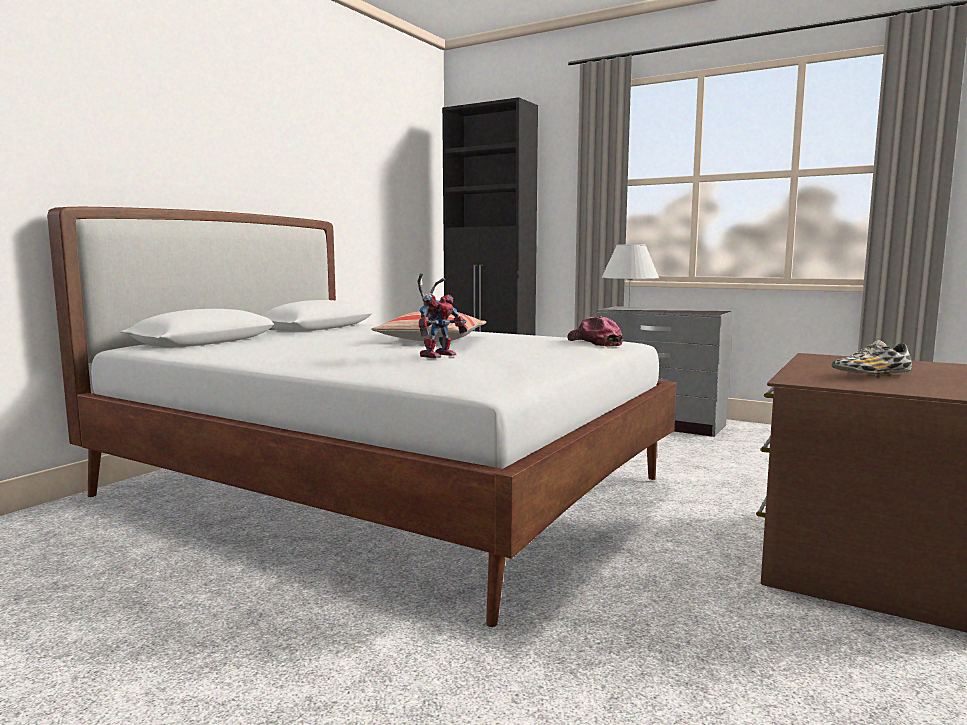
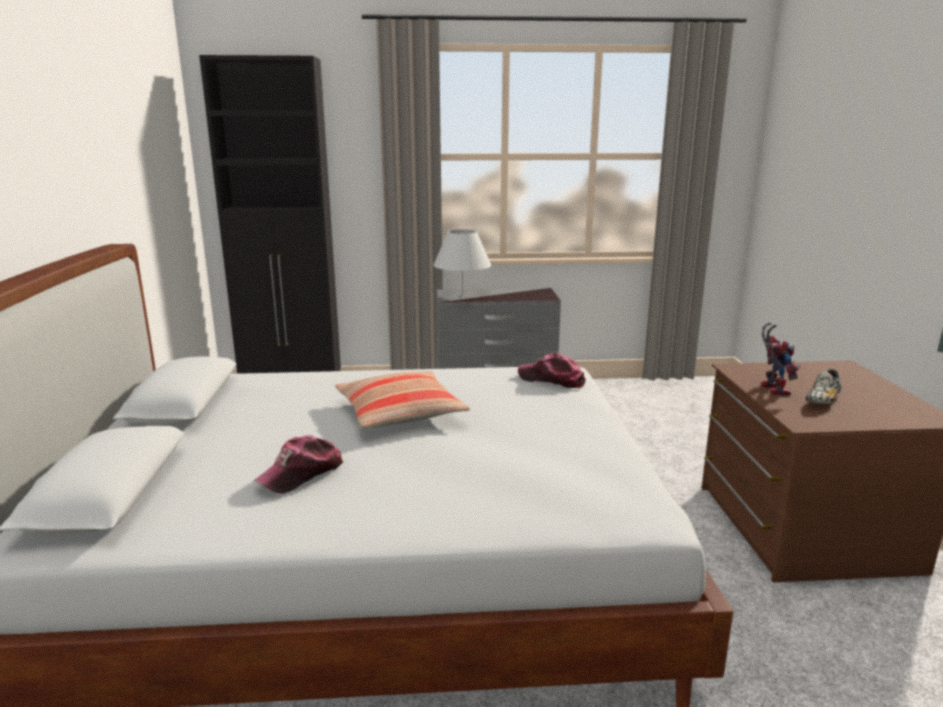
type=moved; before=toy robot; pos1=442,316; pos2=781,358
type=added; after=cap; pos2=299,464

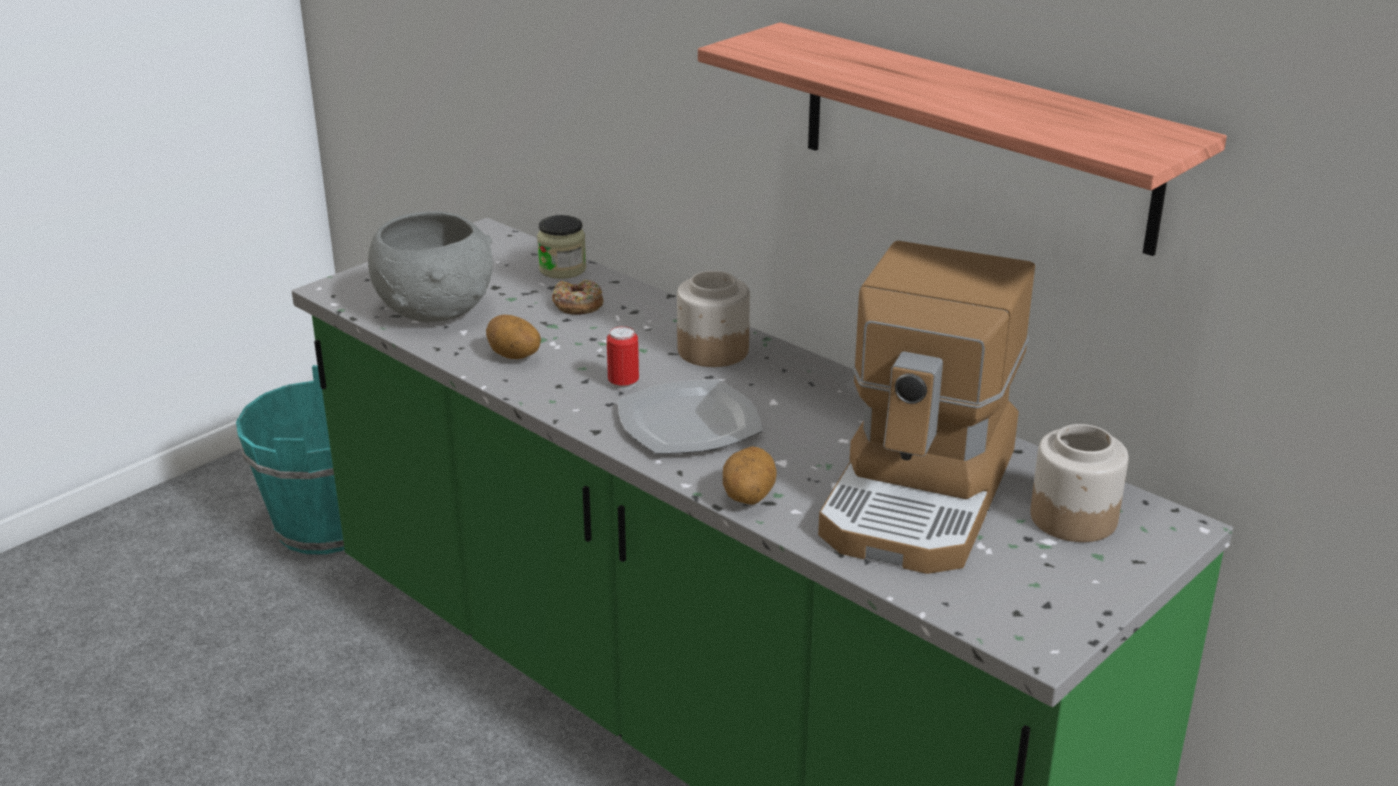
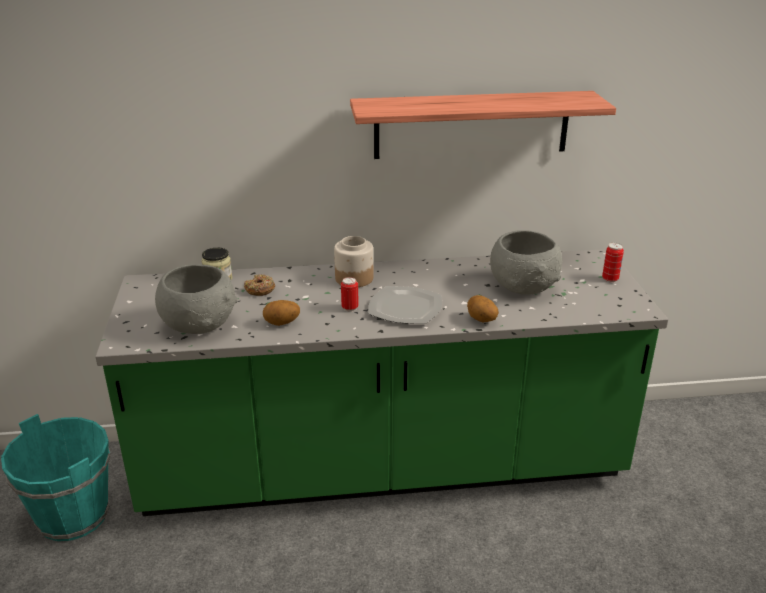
type=replaced; before=coffee machine; after=grey bowl; pos1=926,407; pos2=526,262
type=removed; before=jar; pos1=1079,483
type=added; after=can; pos2=613,262

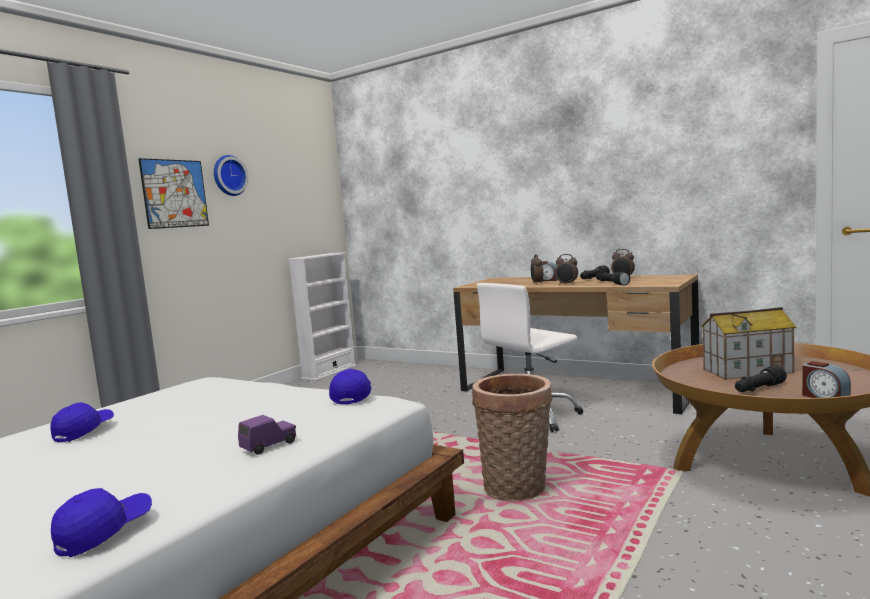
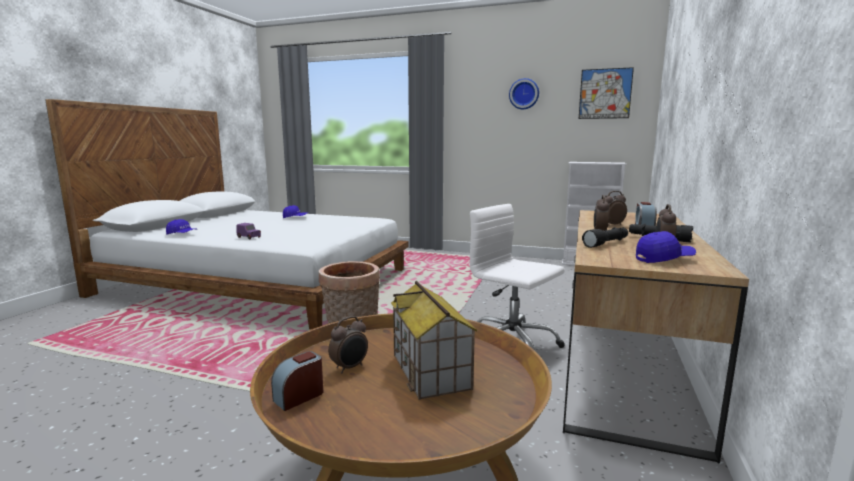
type=moved; before=picture; pos1=173,193; pos2=606,93
type=replaced; before=black flashlight; after=alarm clock; pos1=761,378; pos2=348,344
type=moved; before=blue cap; pos1=350,386; pos2=666,247

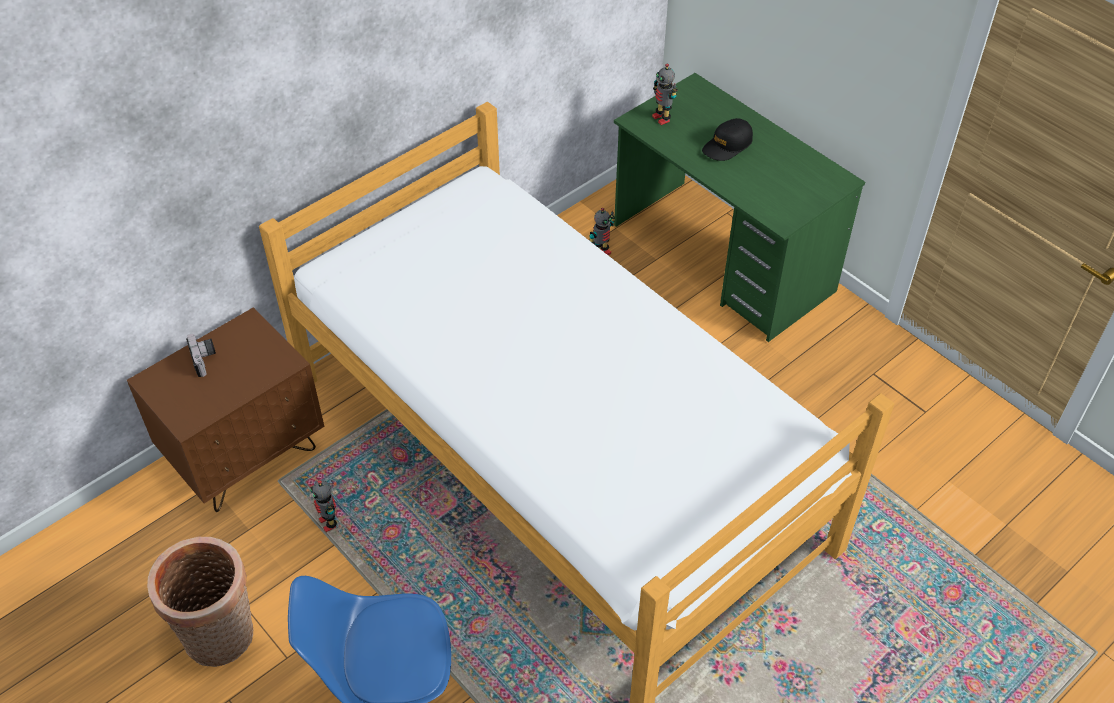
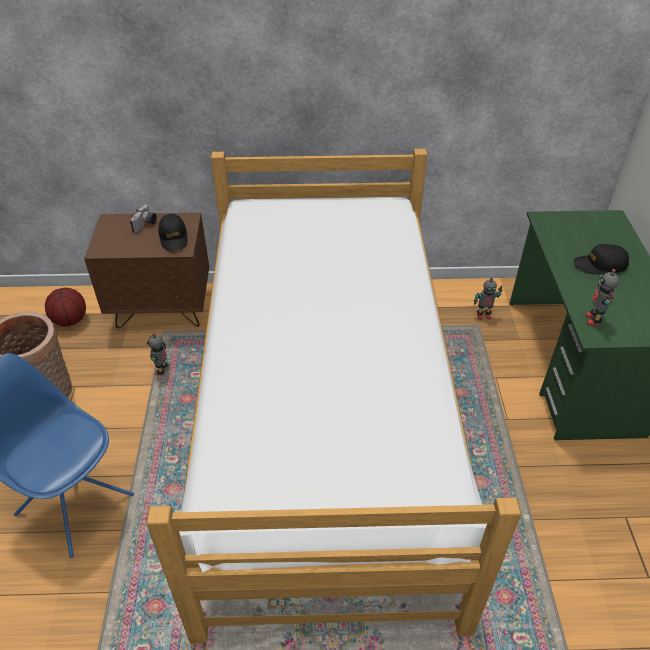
type=moved; before=toy robot; pos1=665,94; pos2=602,297
type=added; after=black cap; pos2=173,232
type=added; after=basketball; pos2=65,307

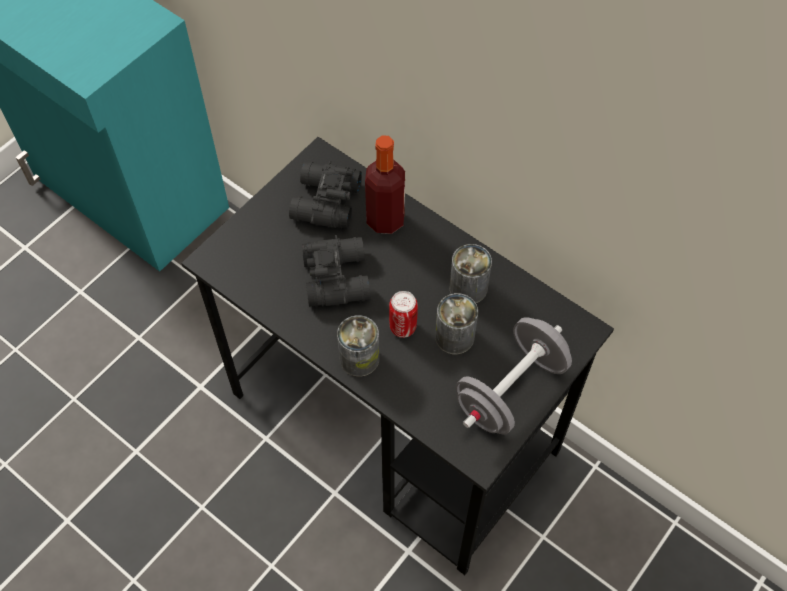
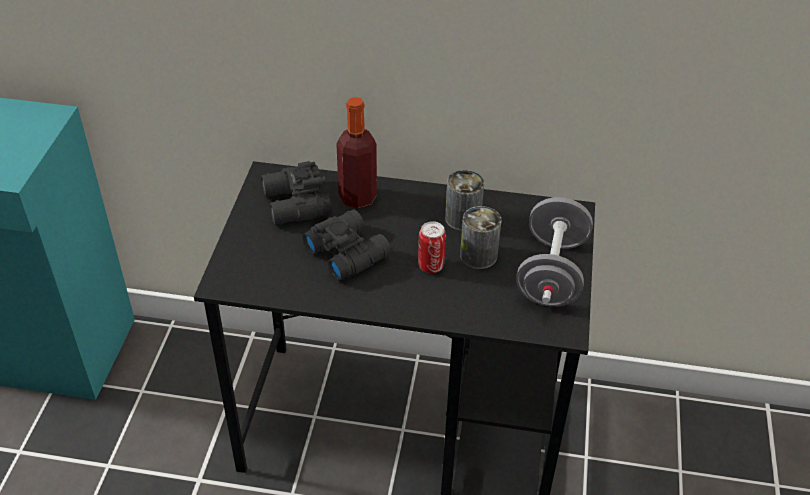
type=removed; before=can; pos1=358,346

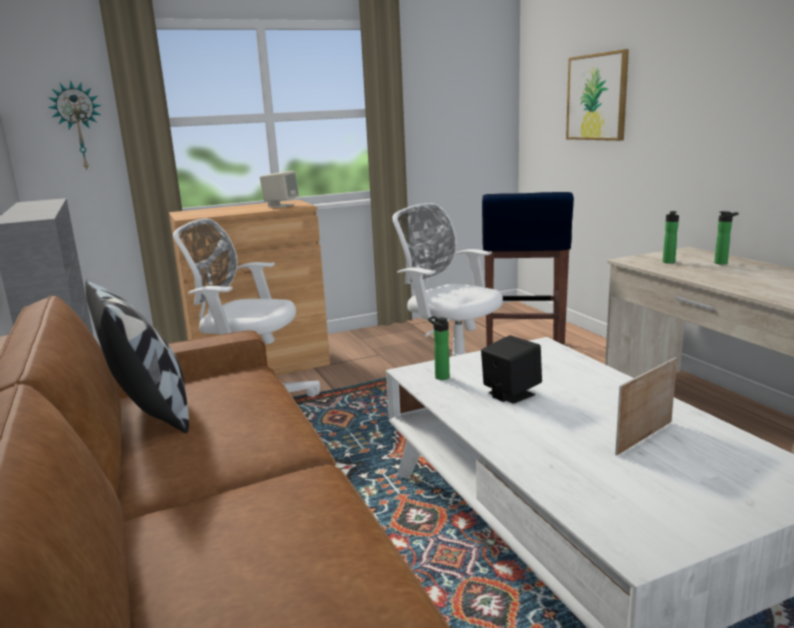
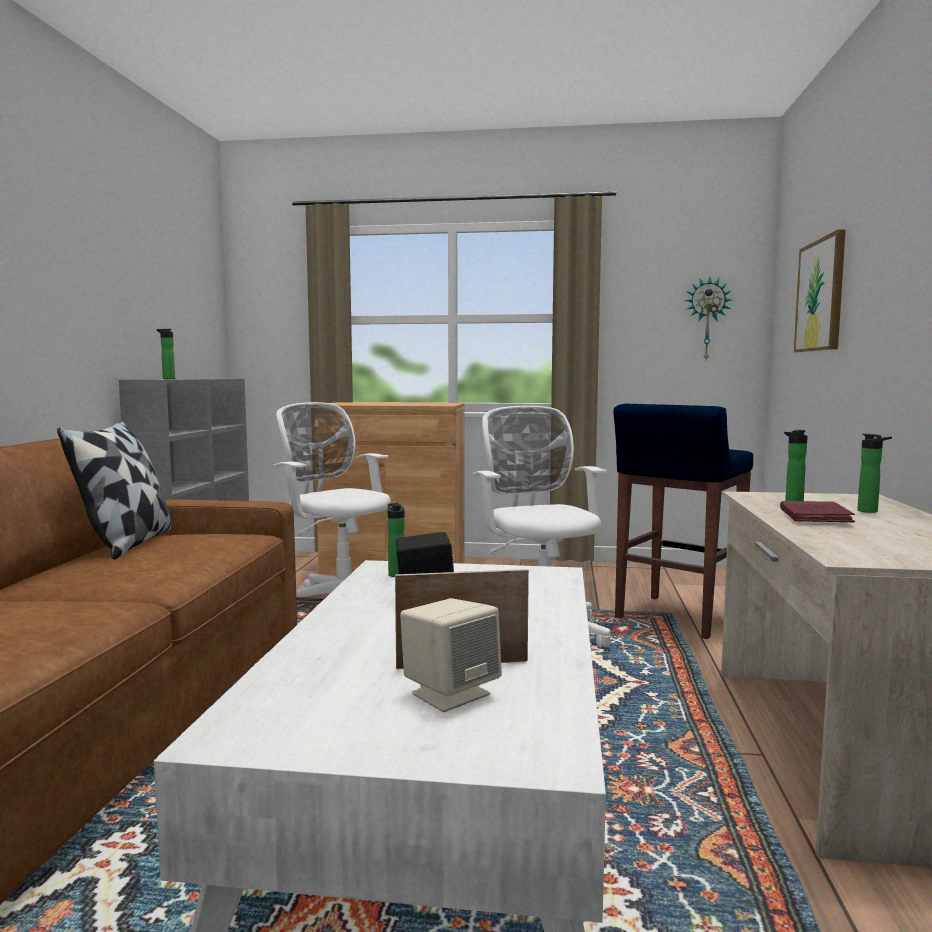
type=moved; before=wall clock; pos1=74,125; pos2=708,318
type=moved; before=beige speaker; pos1=279,189; pos2=451,655
type=added; after=bottle; pos2=166,354
type=added; after=red book; pos2=817,511

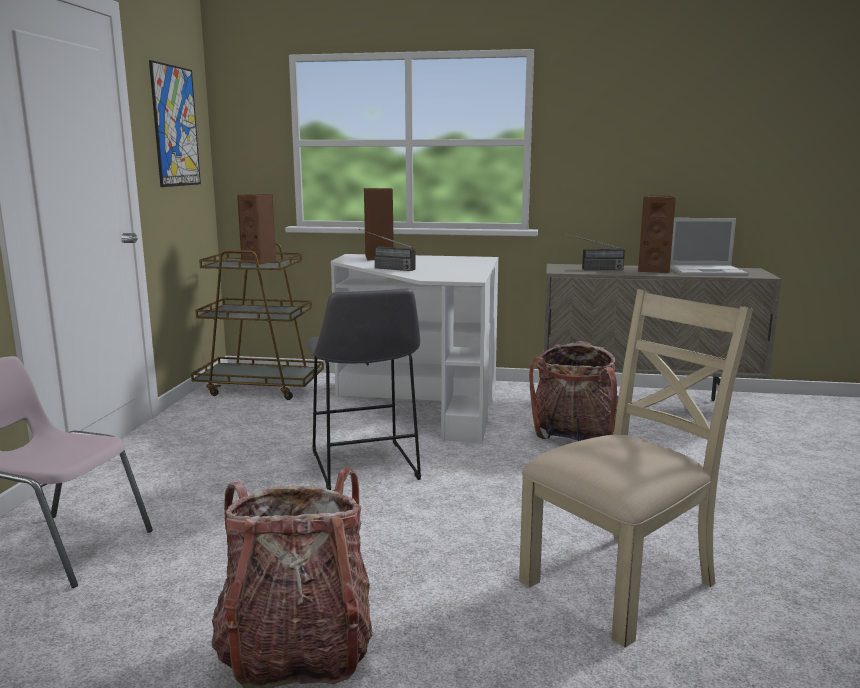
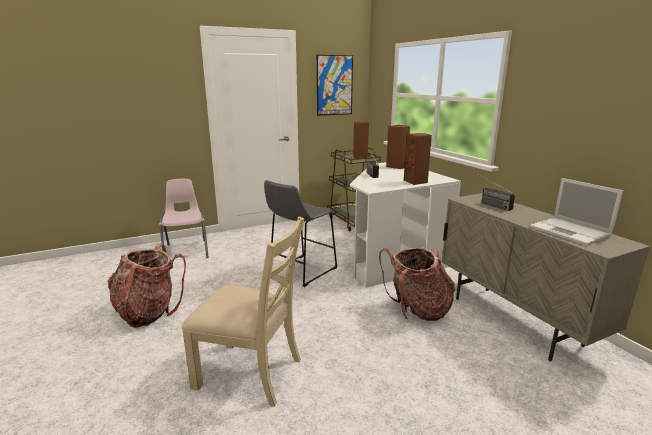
type=moved; before=brown speaker; pos1=657,234; pos2=418,159

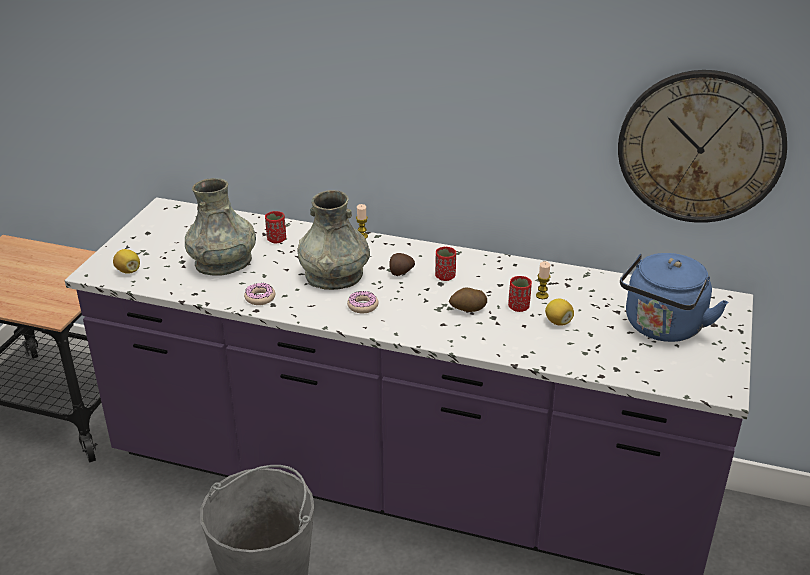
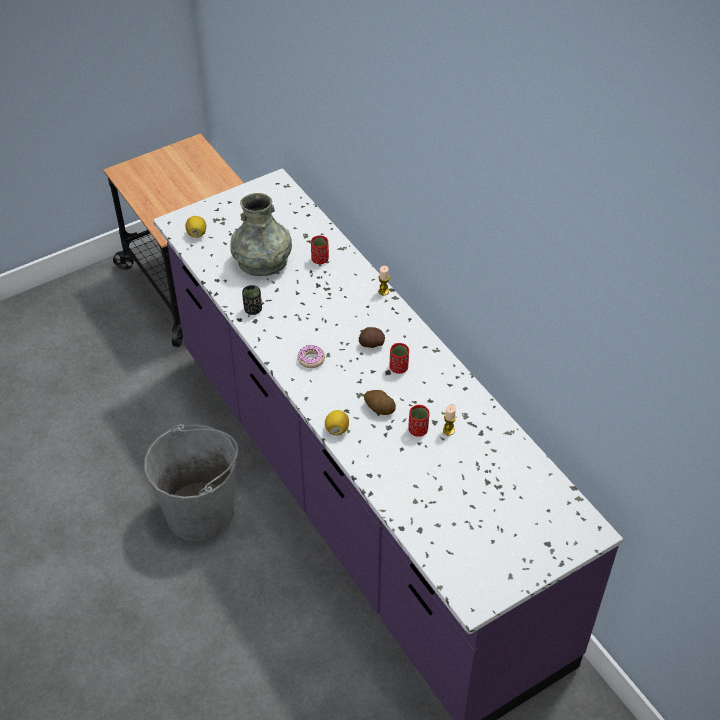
type=removed; before=wall clock; pos1=702,146
type=removed; before=grey vase; pos1=334,240
type=removed; before=blue kettle; pos1=674,297
type=replaced; before=donut; after=black cup; pos1=259,294; pos2=252,300
type=moved; before=lemon; pos1=559,312; pos2=337,423

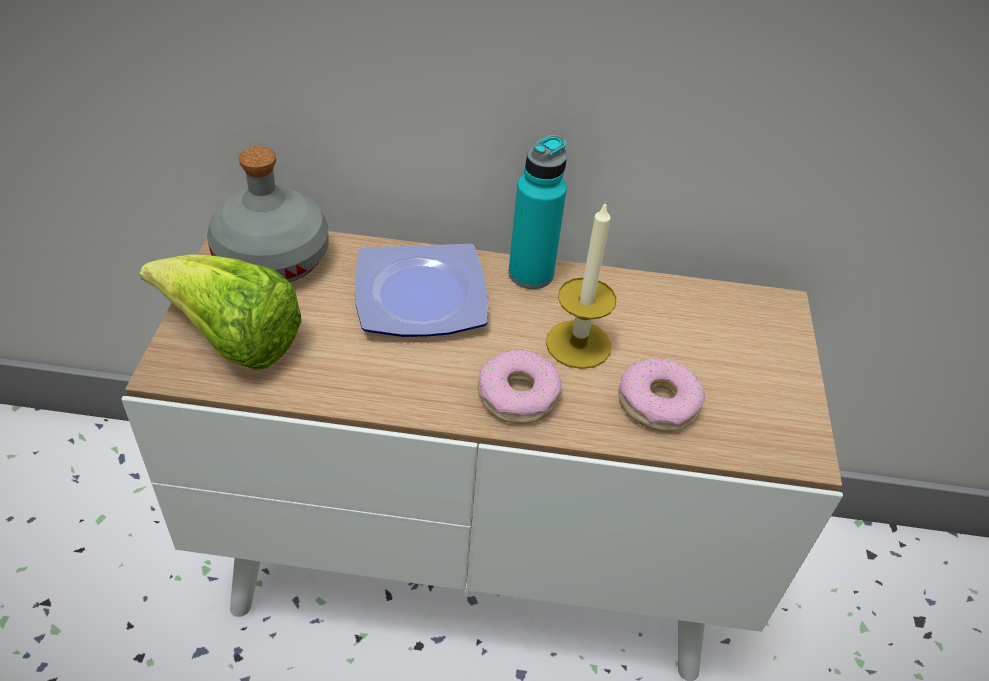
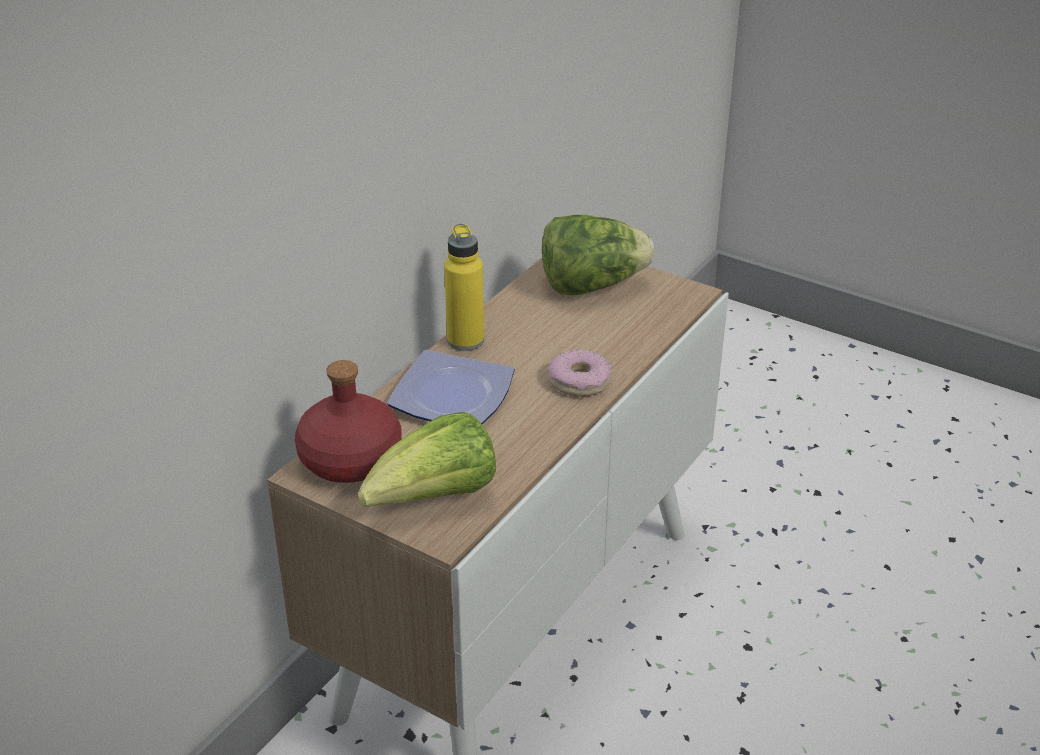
type=recoloured; before=turquoise bottle; after=yellow bottle; pos1=537,212; pos2=464,287
type=recoloured; before=grey bottle; after=red bottle; pos1=268,214; pos2=348,421
type=removed; before=candle; pos1=581,285
type=removed; before=donut; pos1=661,394
type=added; after=lettuce; pos2=598,255

